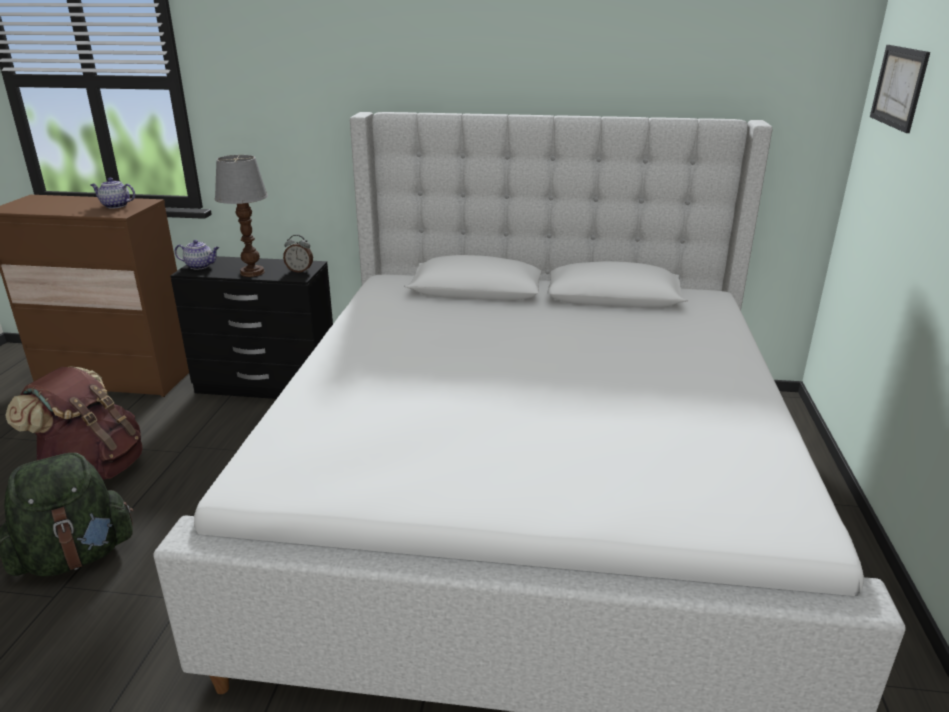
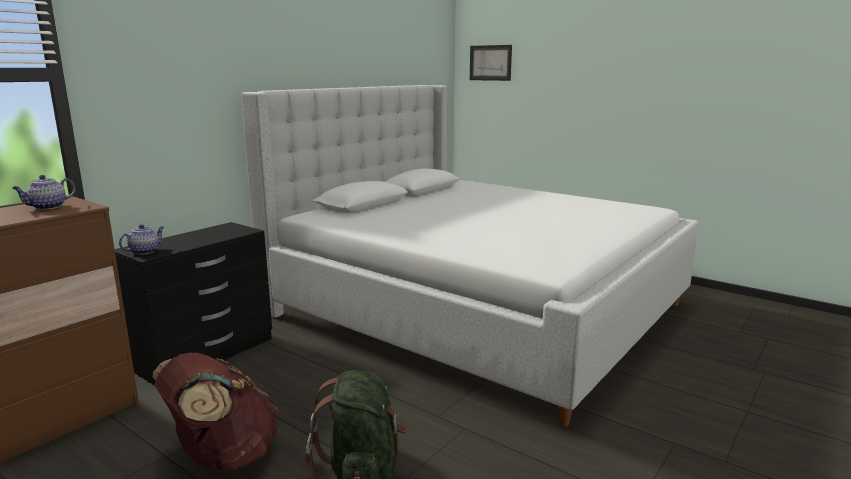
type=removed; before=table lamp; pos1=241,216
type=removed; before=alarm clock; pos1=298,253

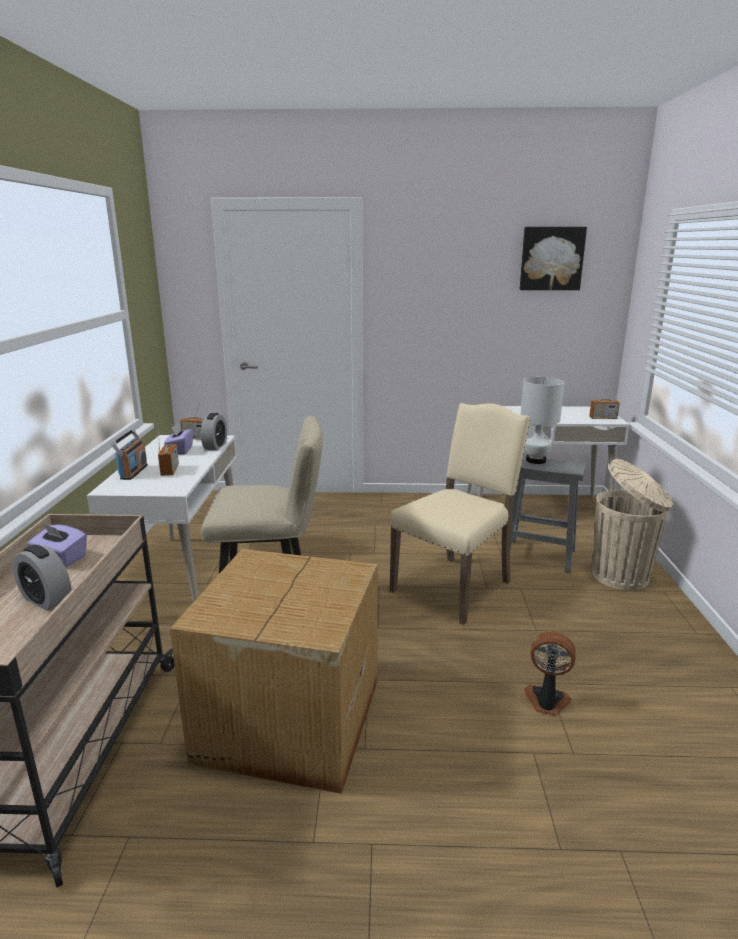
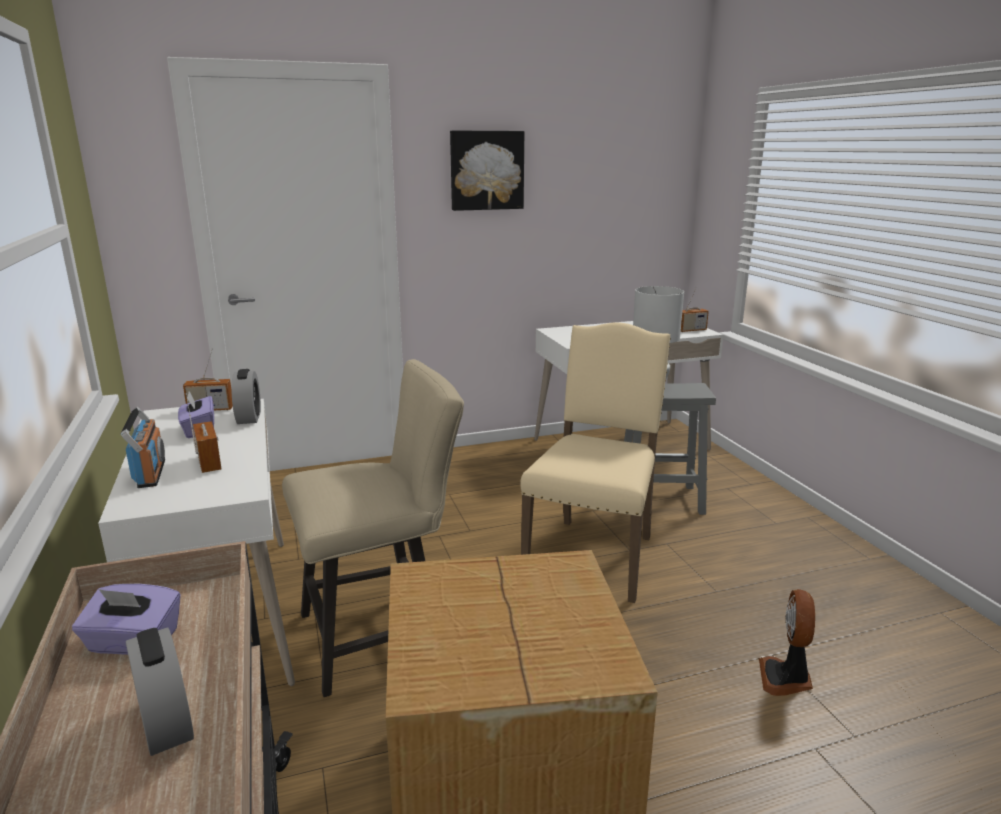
type=moved; before=picture; pos1=553,258; pos2=487,171
type=removed; before=beige trash can; pos1=632,524
type=turned; before=alarm clock; pos1=42,578; pos2=160,691; turn=-135
type=turned; before=fan; pos1=550,674; pos2=787,642; turn=-75

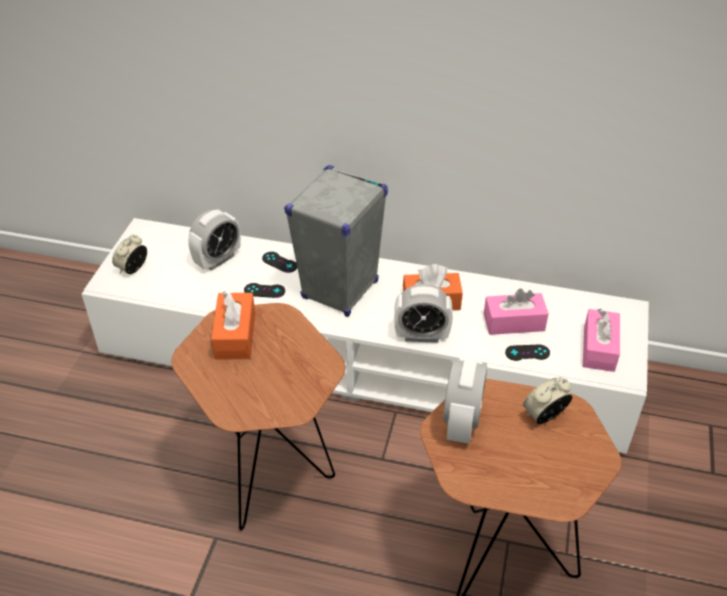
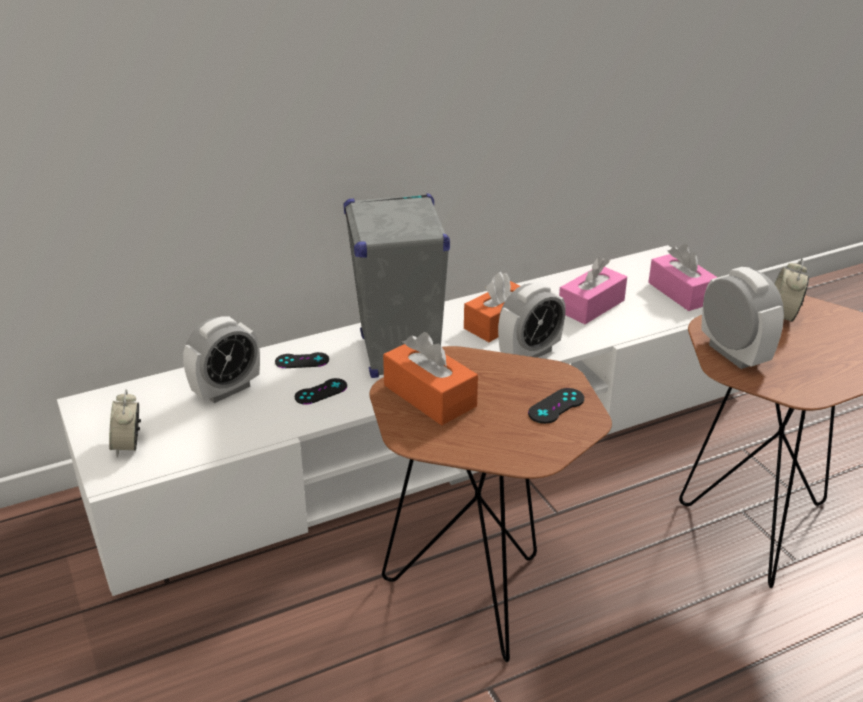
type=turned; before=alarm clock; pos1=214,240; pos2=221,359; turn=45
type=moved; before=black game controller; pos1=527,353; pos2=556,406

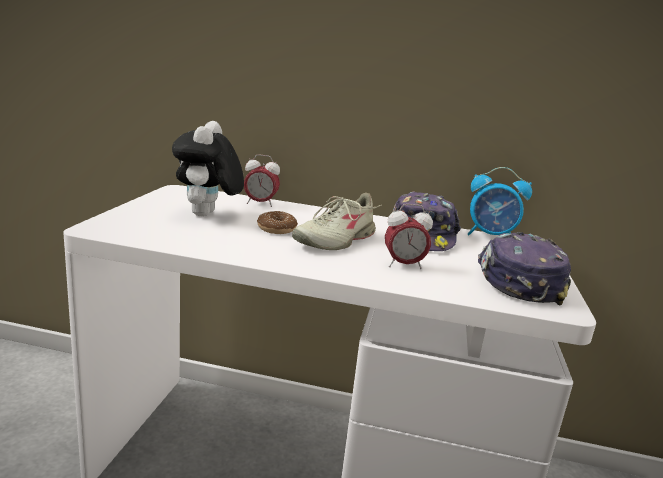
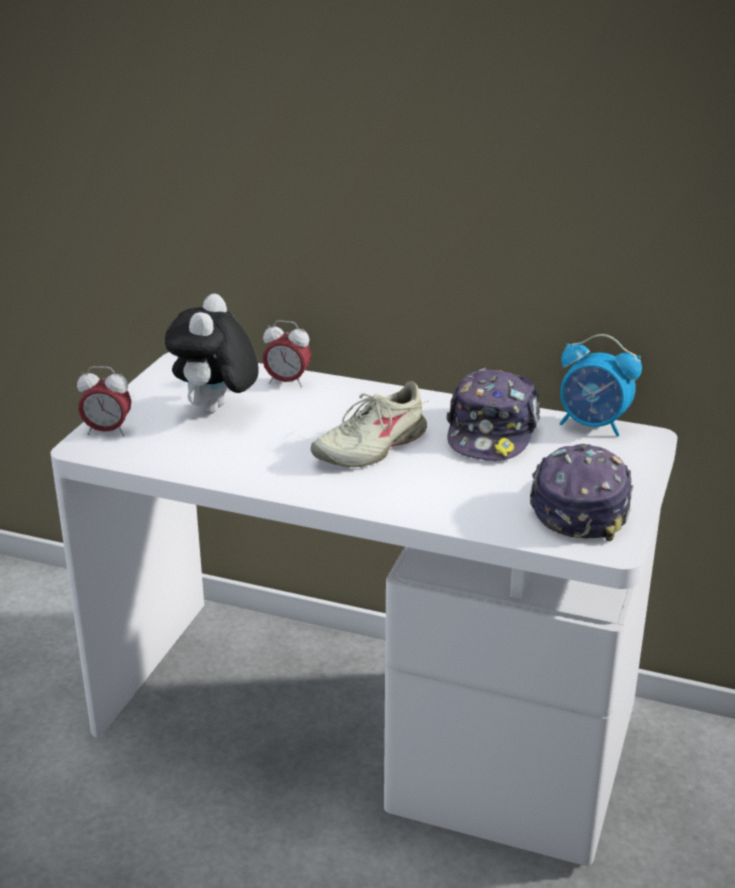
type=moved; before=alarm clock; pos1=409,236; pos2=104,401
type=removed; before=donut; pos1=277,222

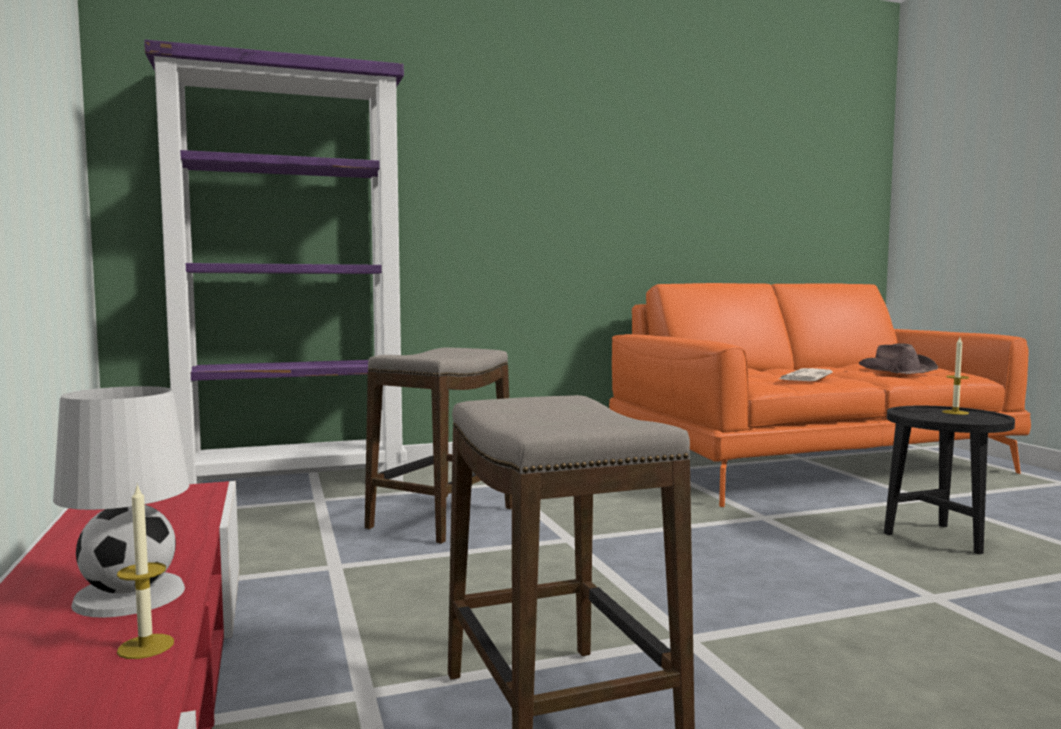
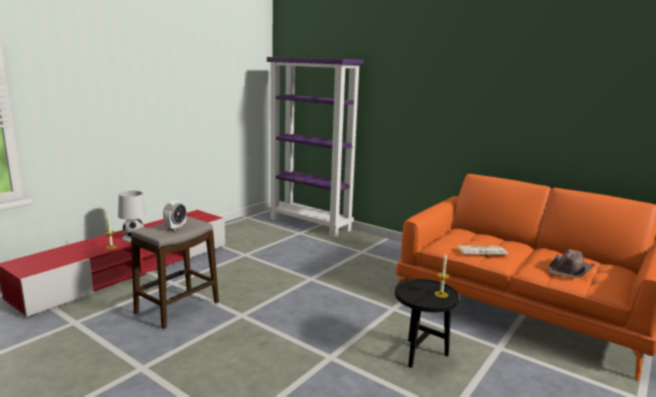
type=removed; before=stool; pos1=438,445
type=added; after=alarm clock; pos2=174,215

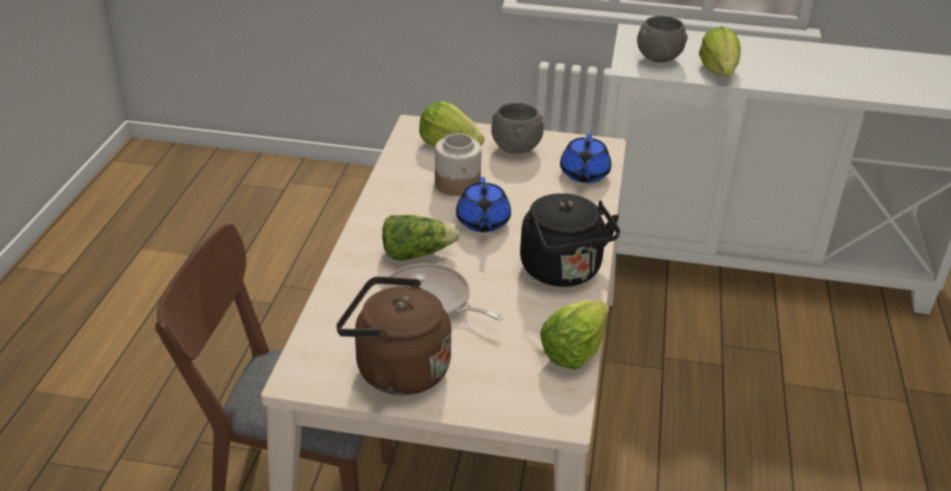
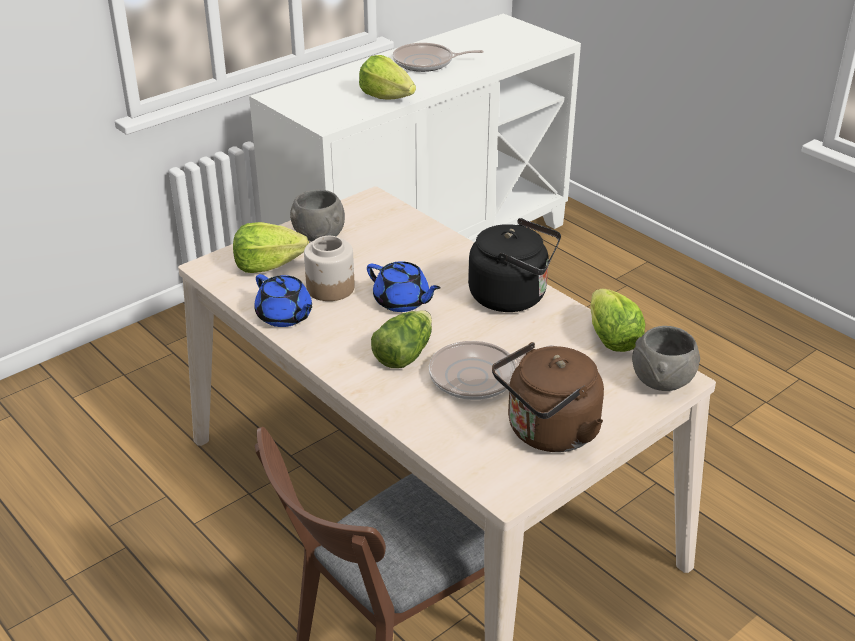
type=moved; before=grey bowl; pos1=662,39; pos2=666,358
type=moved; before=blue teapot; pos1=585,158; pos2=283,300
type=added; after=frying pan; pos2=438,57

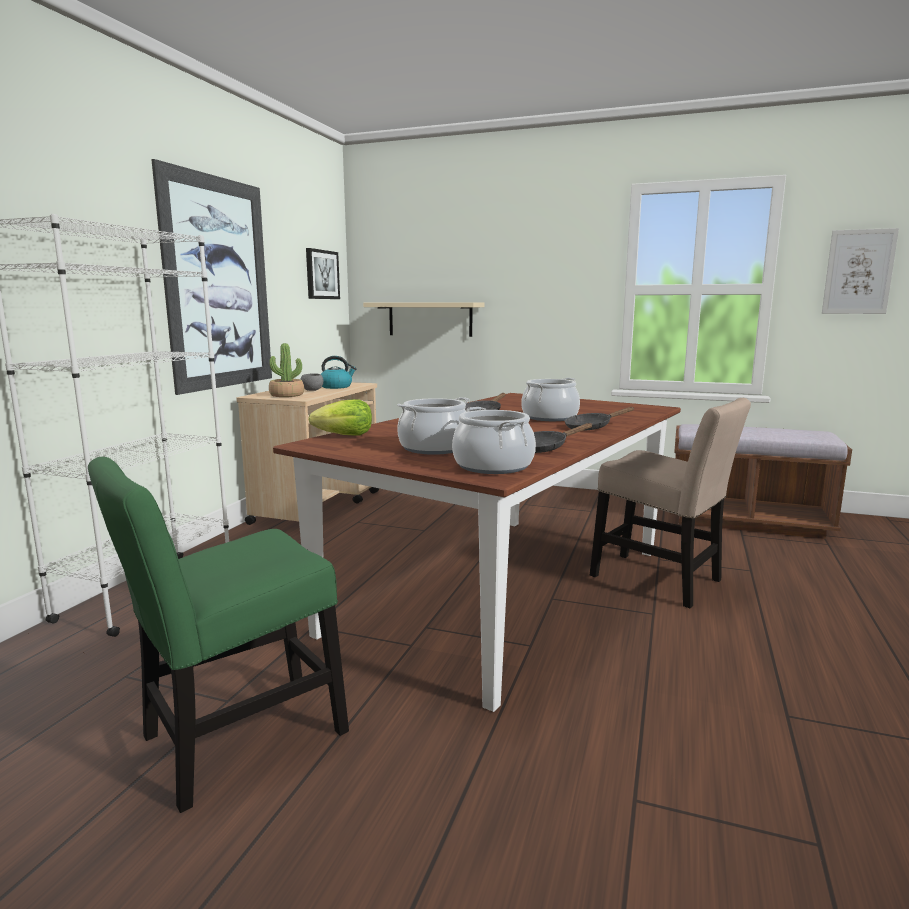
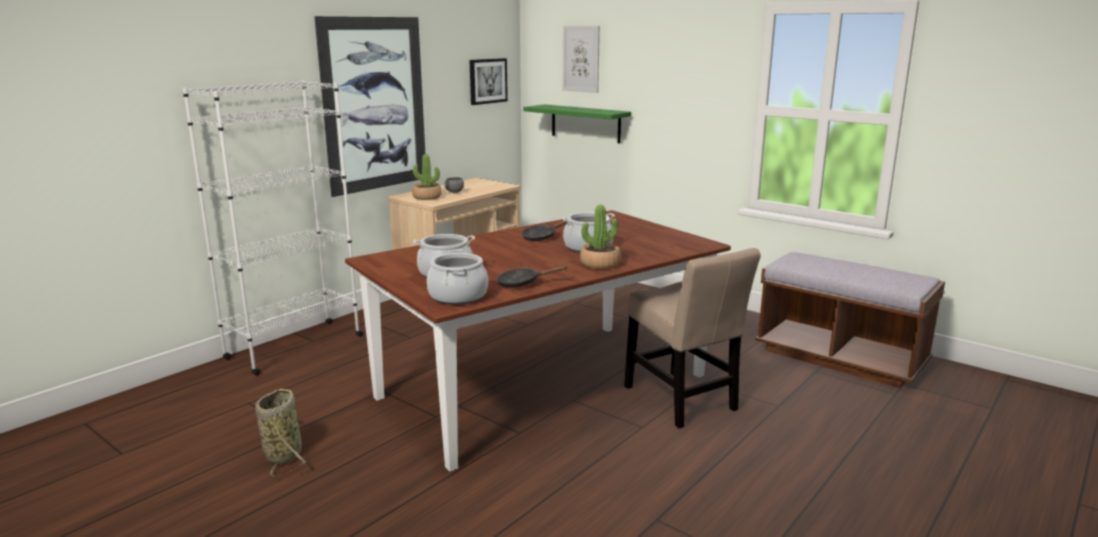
type=moved; before=picture; pos1=860,271; pos2=581,59
type=recoloured; before=beige shelf; after=green shelf; pos1=423,319; pos2=577,123
type=removed; before=kettle; pos1=339,372
type=removed; before=lettuce; pos1=340,417
type=replaced; before=black frying pan; after=potted plant; pos1=600,419; pos2=600,237
type=replaced; before=green chair; after=basket; pos1=218,635; pos2=281,433

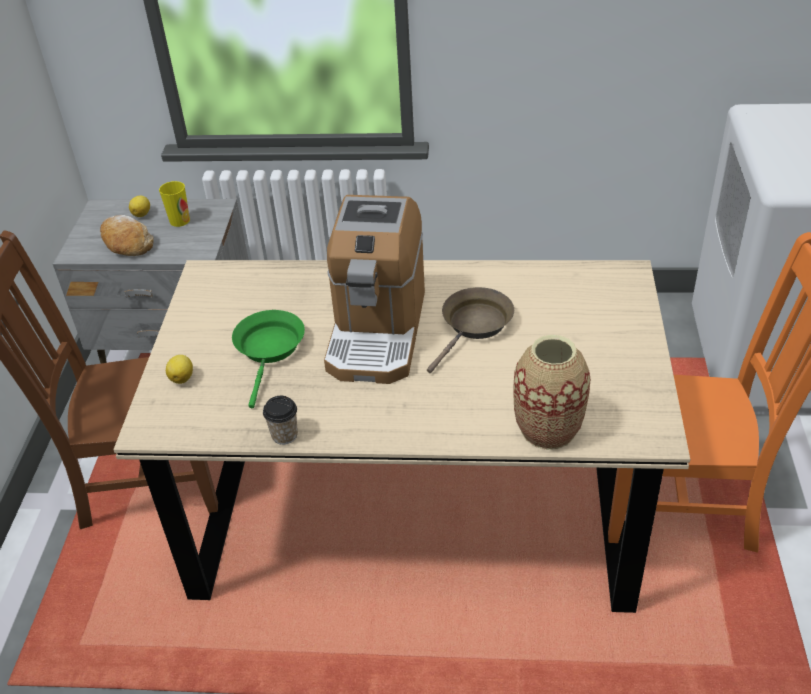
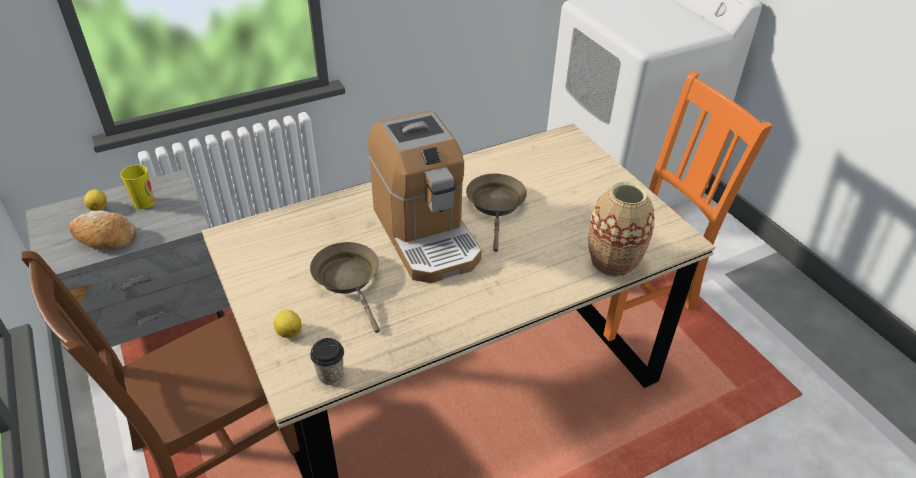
type=recoloured; before=green frying pan; after=brown frying pan; pos1=268,359; pos2=345,287
type=moved; before=cup; pos1=280,420; pos2=327,361

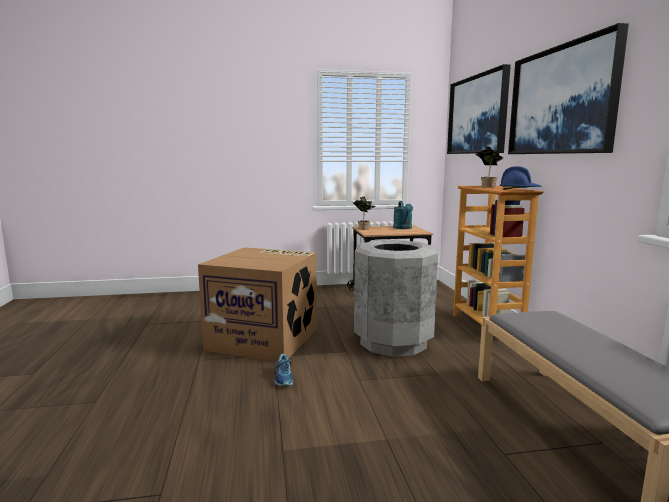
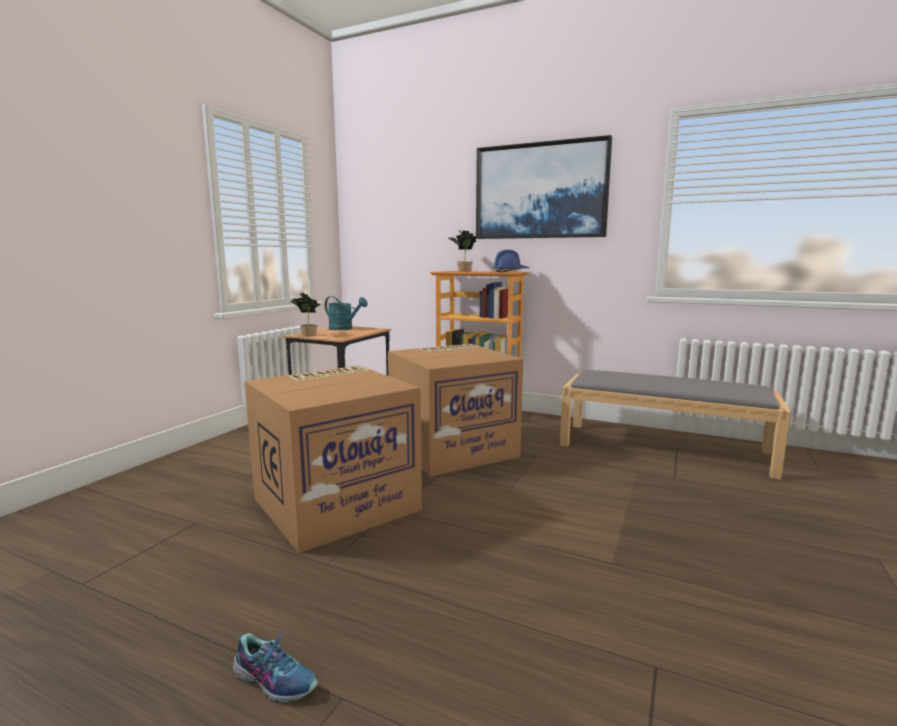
type=removed; before=picture; pos1=479,109
type=replaced; before=grey trash can; after=cardboard box; pos1=396,298; pos2=455,410
type=moved; before=shoe; pos1=283,370; pos2=275,666

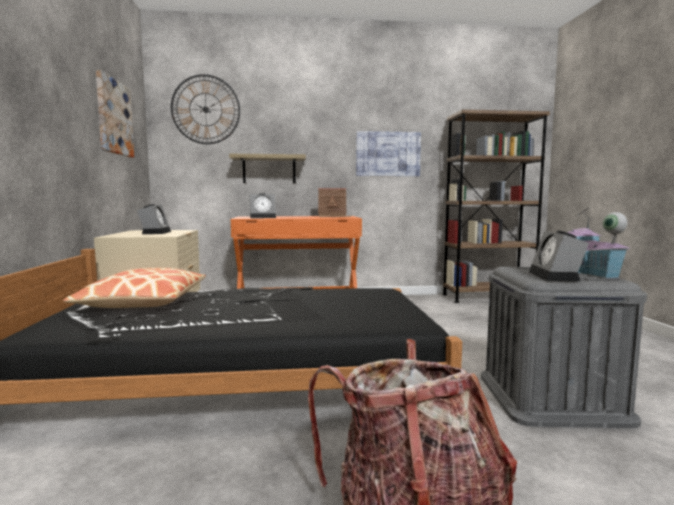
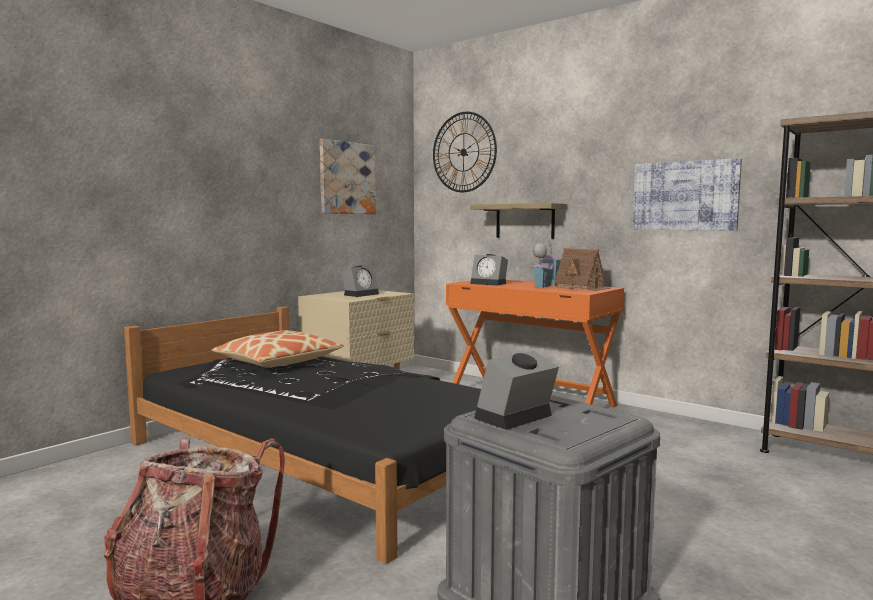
type=moved; before=toy house; pos1=598,243; pos2=546,264

